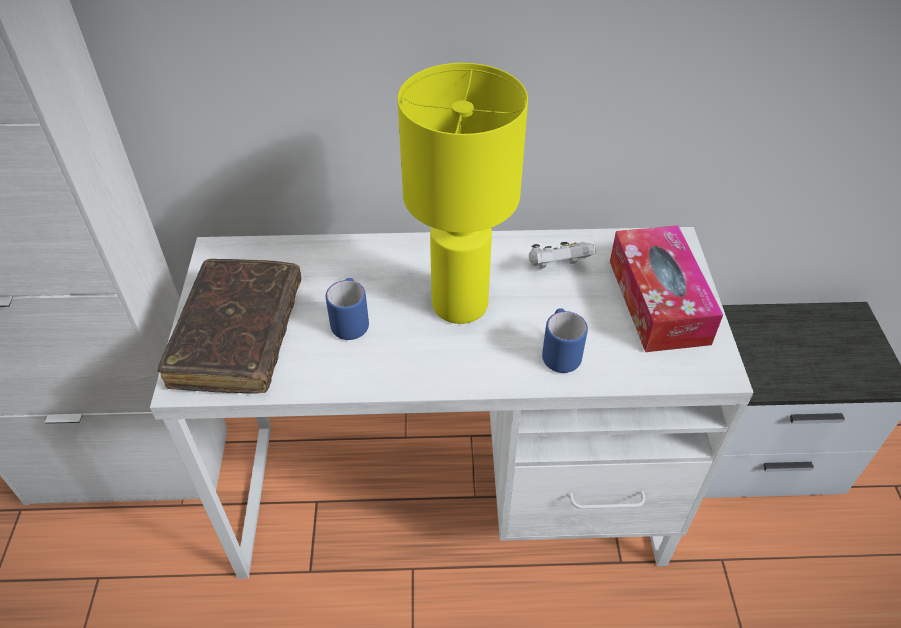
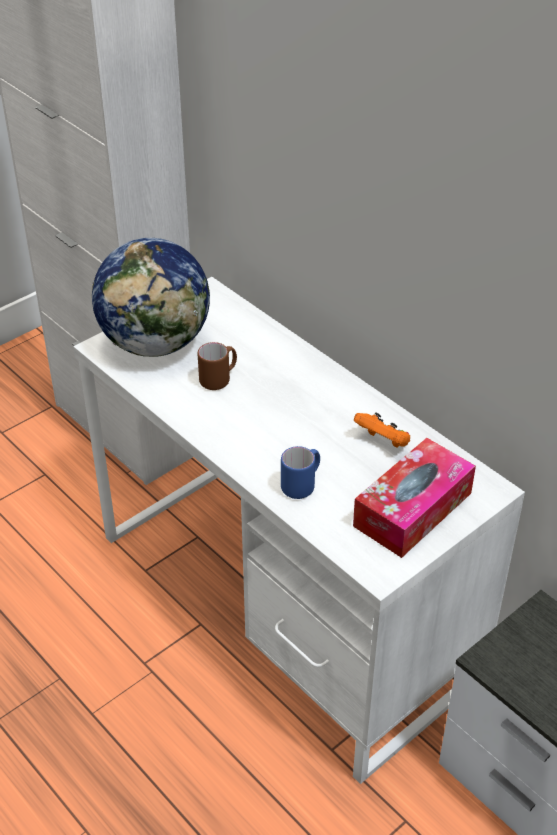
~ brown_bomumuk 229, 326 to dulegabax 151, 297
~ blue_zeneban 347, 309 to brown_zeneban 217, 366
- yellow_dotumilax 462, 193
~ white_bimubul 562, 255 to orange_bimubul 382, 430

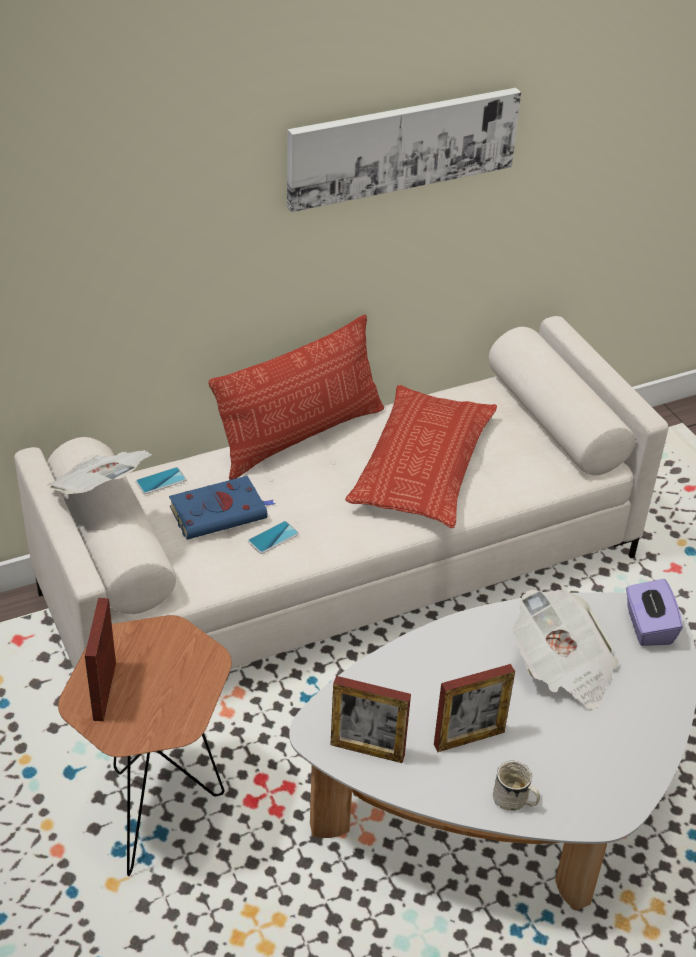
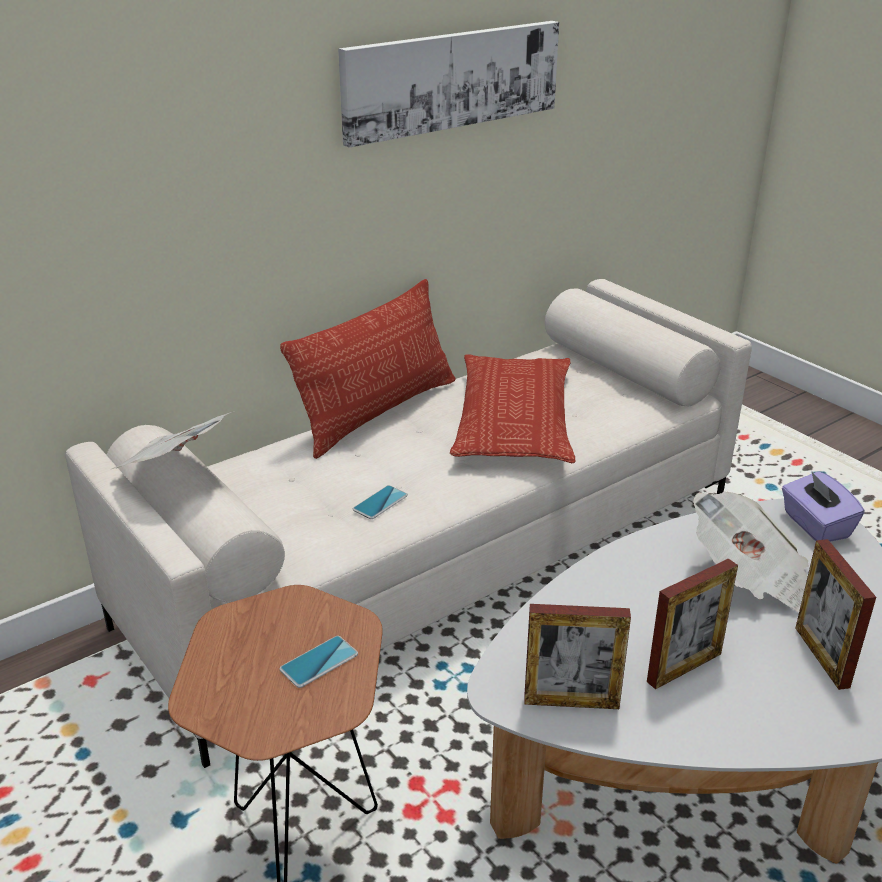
~ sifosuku 100, 659 to 835, 614
~ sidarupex 161, 480 to 319, 662
- blue_bomumuk 222, 508
- white_zeneban 516, 786

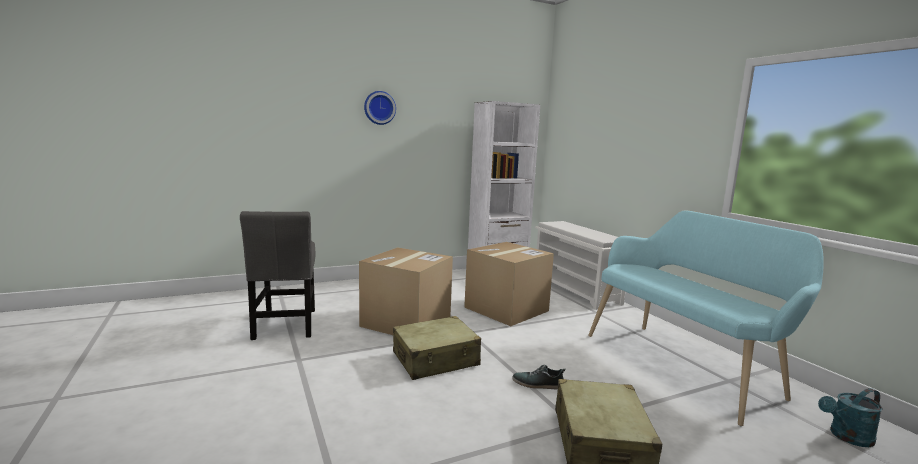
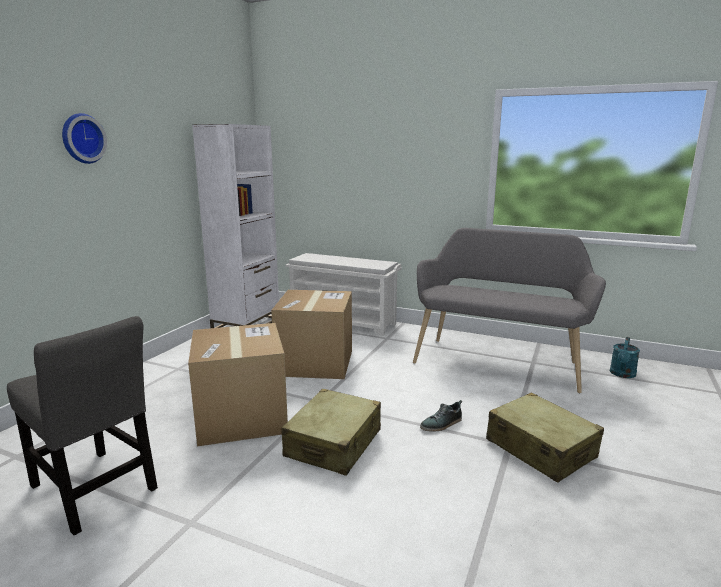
~ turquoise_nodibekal 706, 318 to grey_nodibekal 509, 310

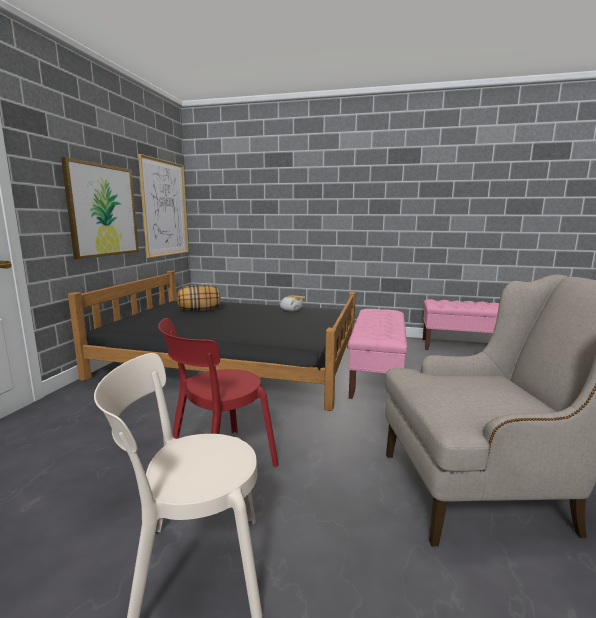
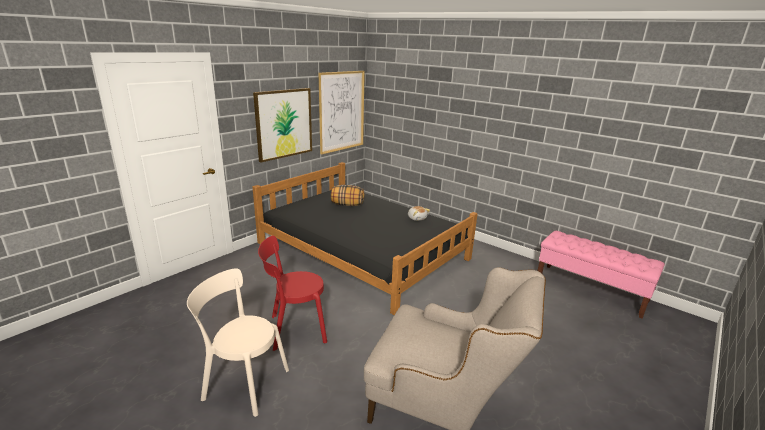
- pink_nodibekal 377, 354

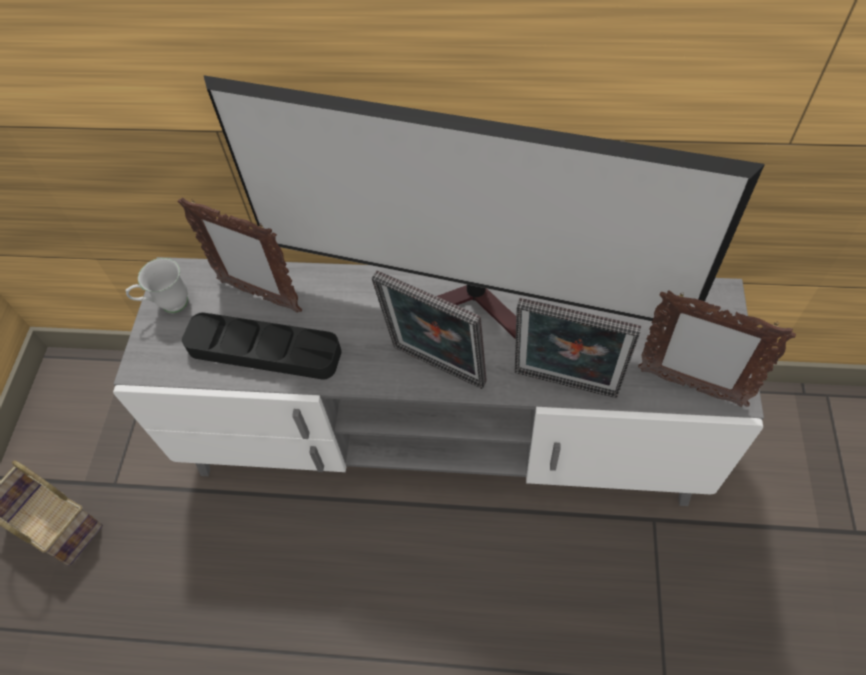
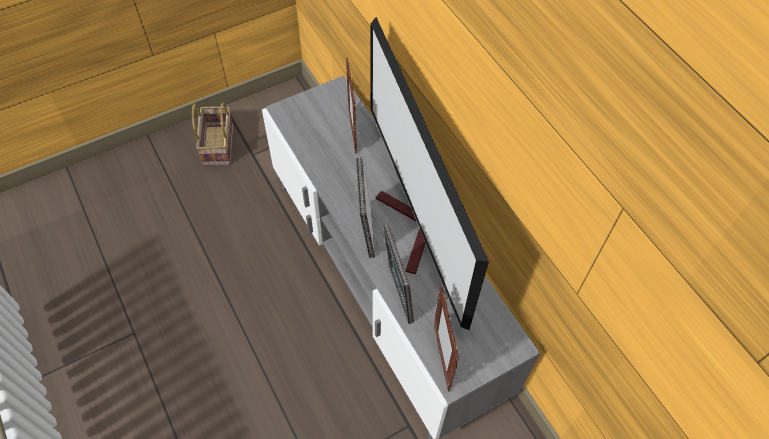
- white_zeneban 156, 285
- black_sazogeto 262, 346

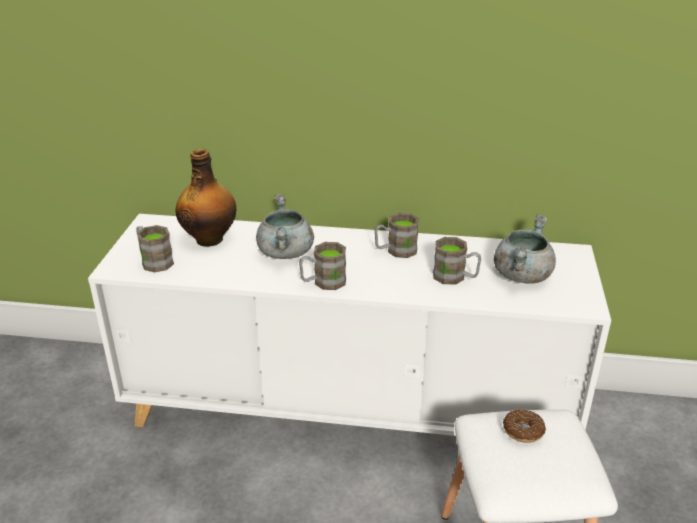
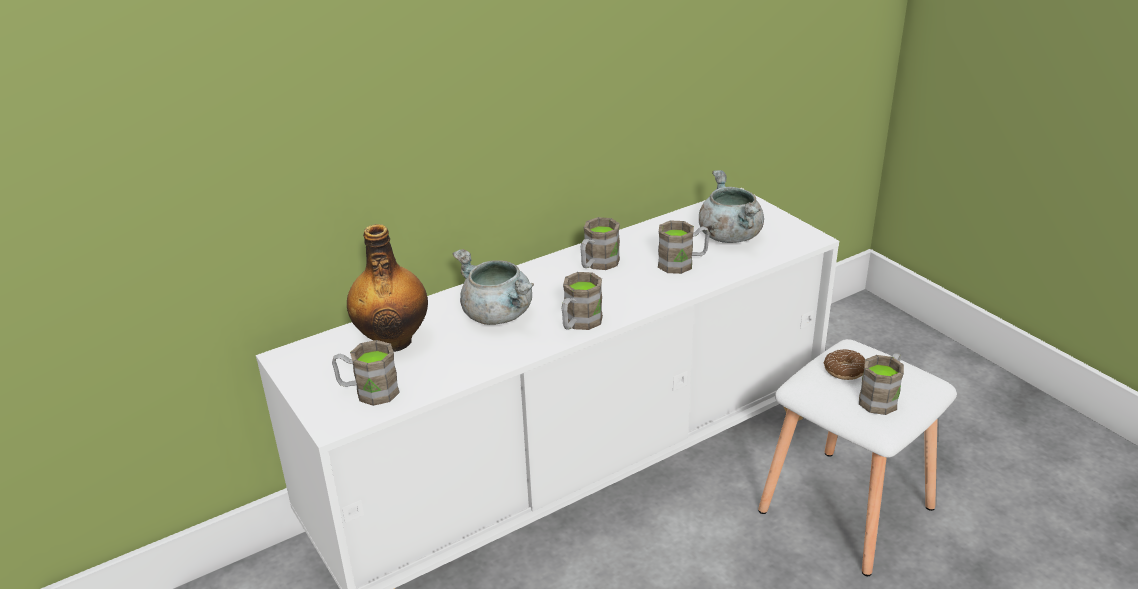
+ brown_zeneban 881, 384

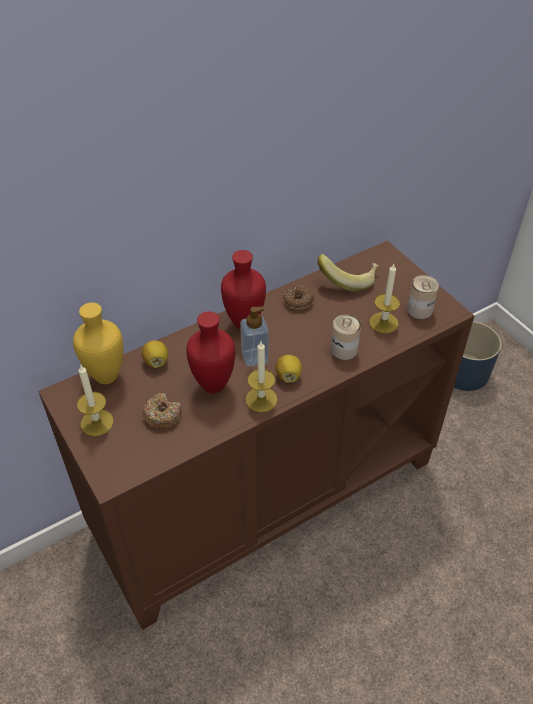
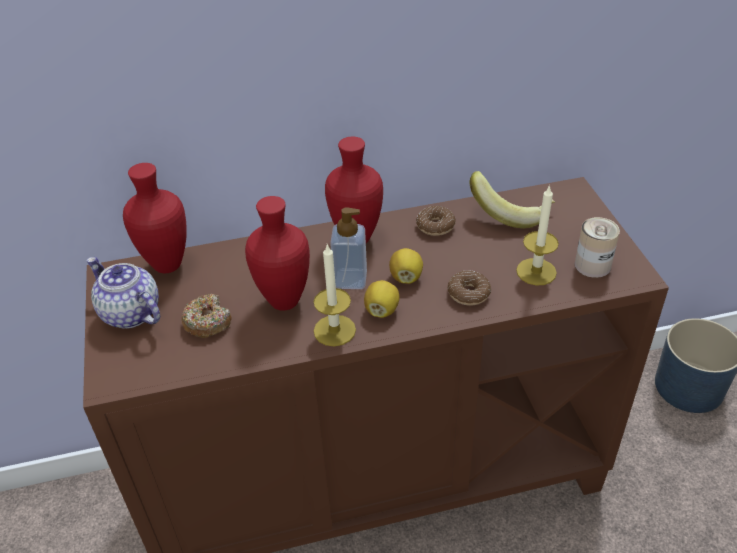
~ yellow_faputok 98, 343 to red_faputok 155, 218
~ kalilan 95, 400 to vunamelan 123, 293
~ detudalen 155, 354 to 406, 266
~ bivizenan 346, 337 to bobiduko 469, 288

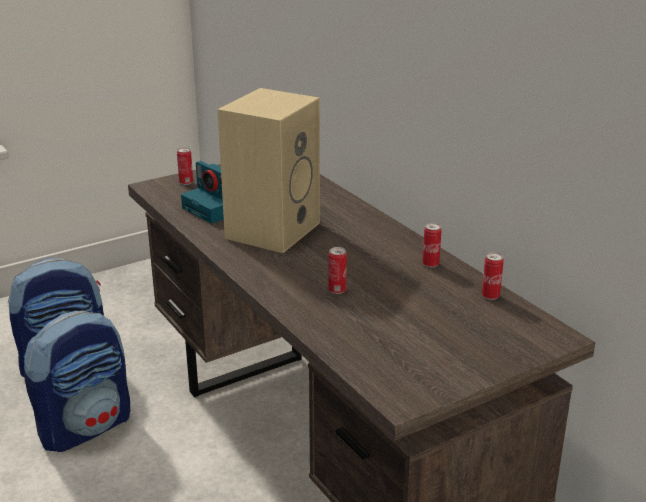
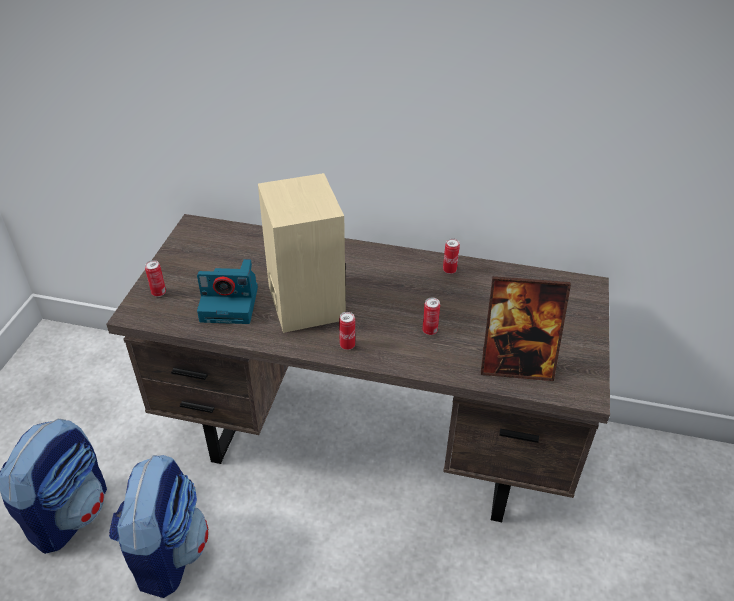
~ bivizenan 493, 276 to 347, 331
+ sifosuku 526, 328

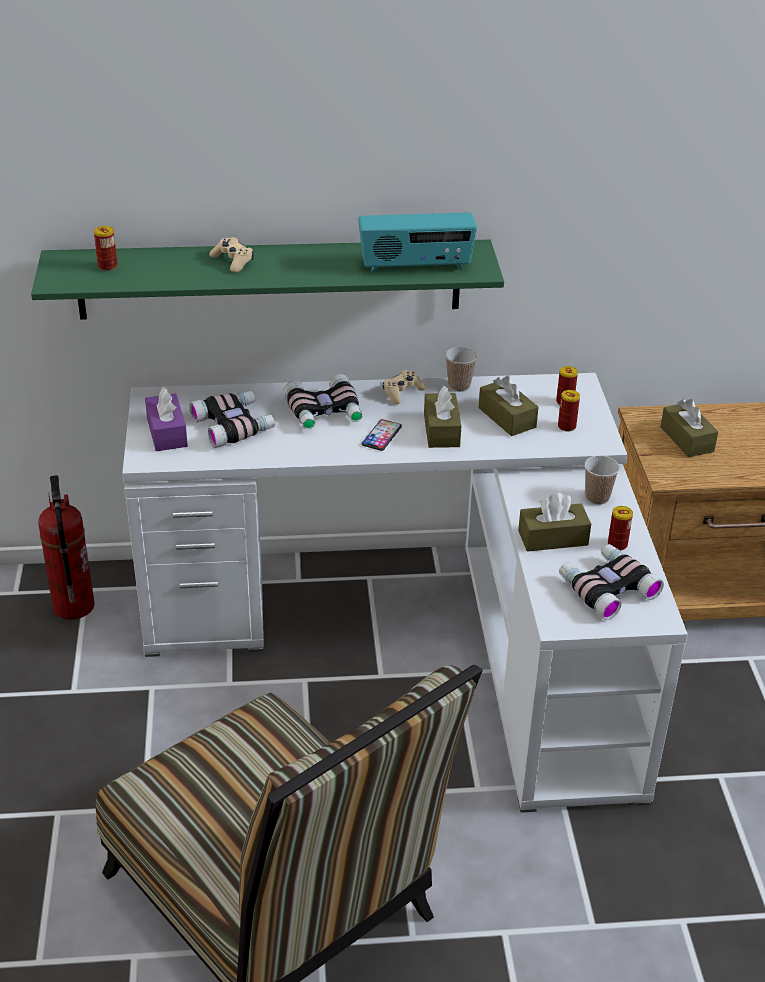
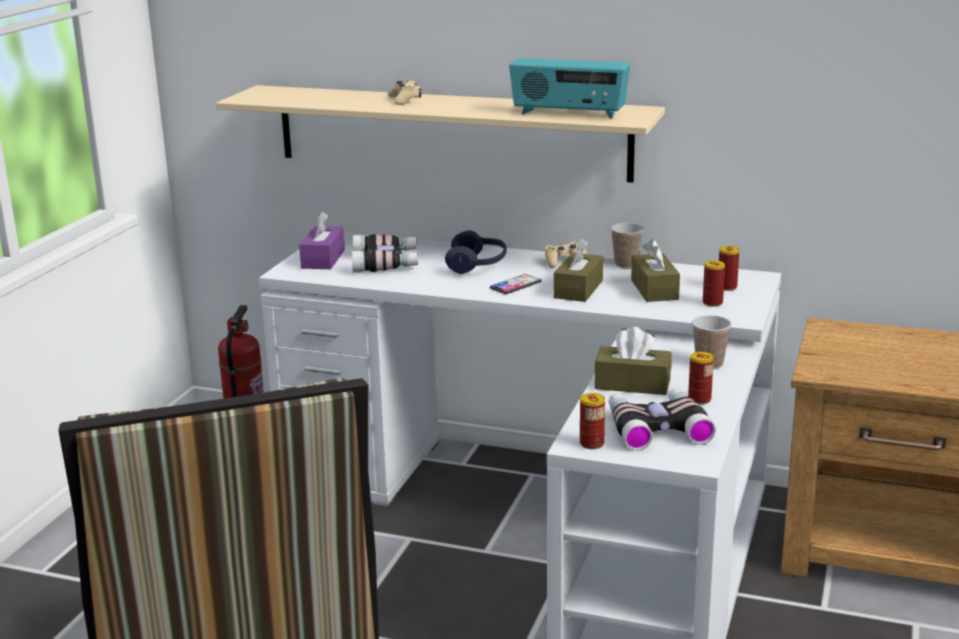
~ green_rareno 267, 280 to beige_rareno 440, 134
~ bivizenan 106, 248 to 592, 421
~ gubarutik 322, 401 to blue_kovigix 476, 252
- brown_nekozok 689, 428

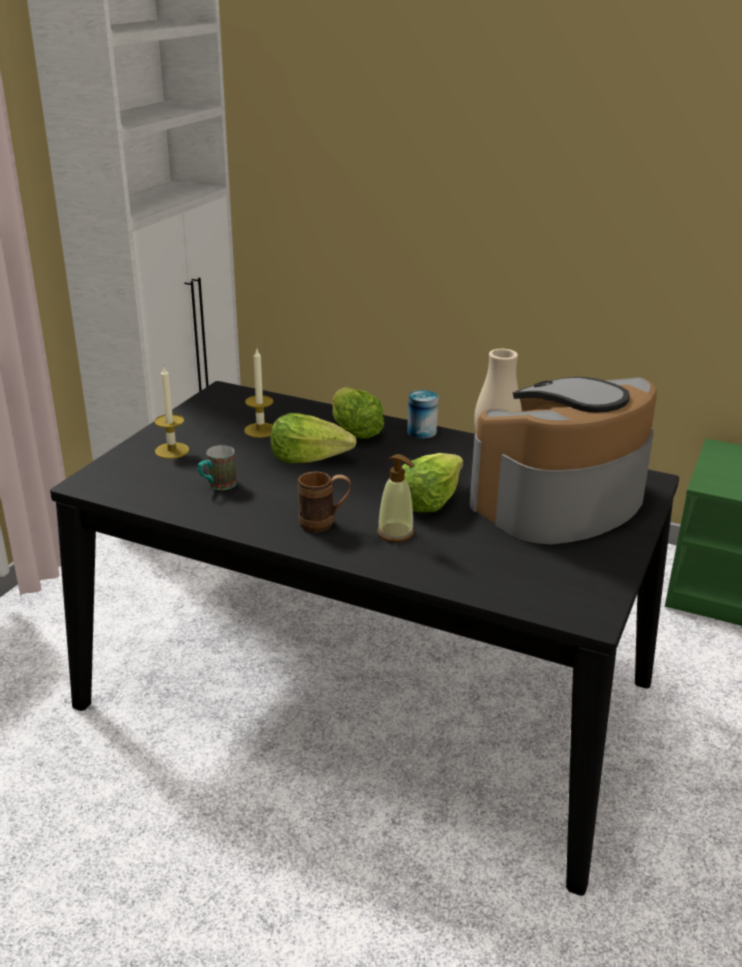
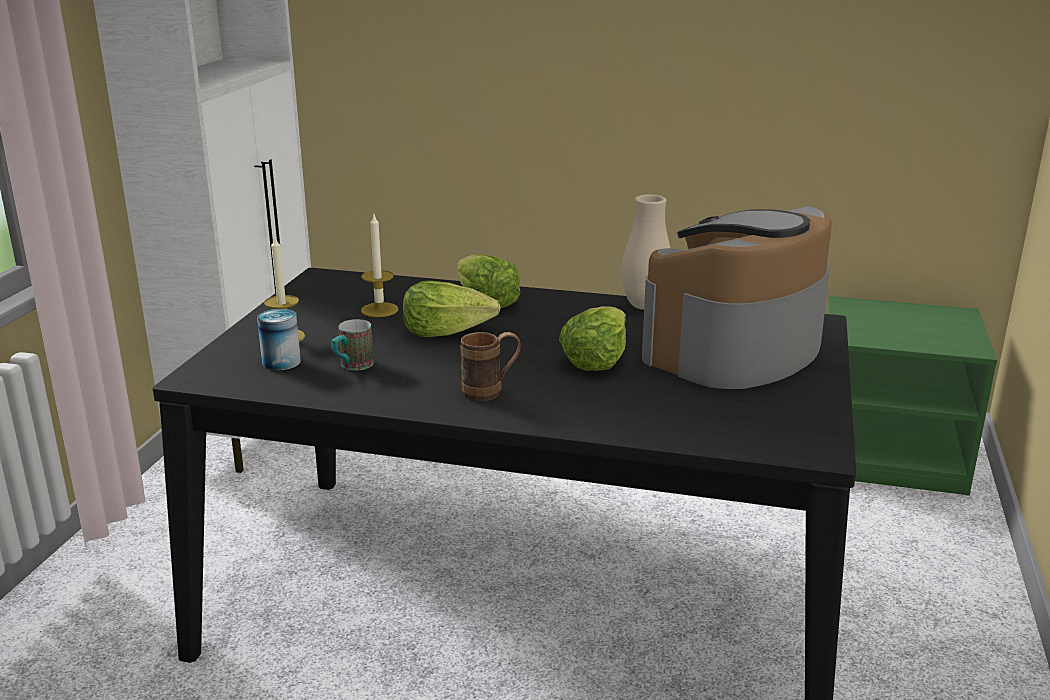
- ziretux 396, 498
~ bivizenan 422, 414 to 279, 340

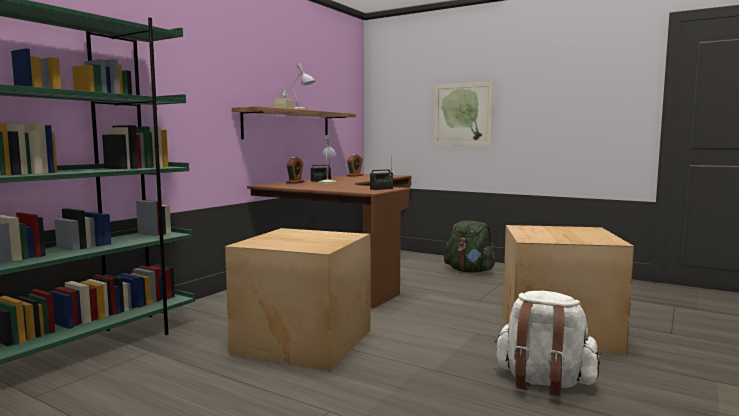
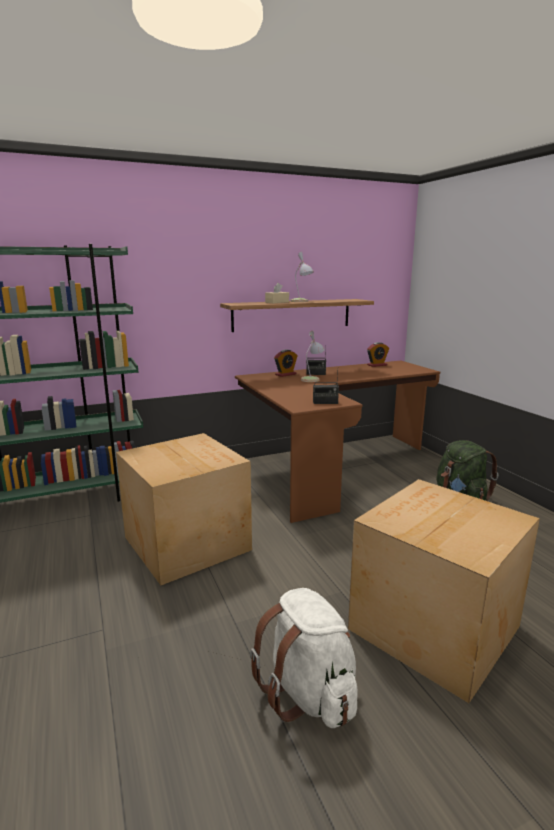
- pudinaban 463, 113

